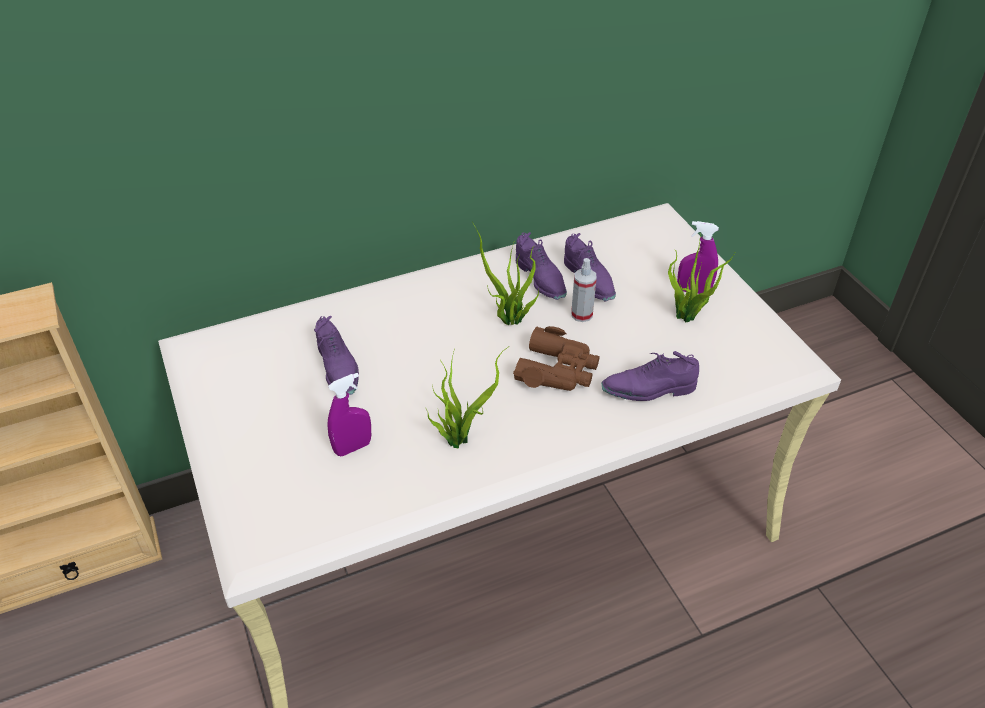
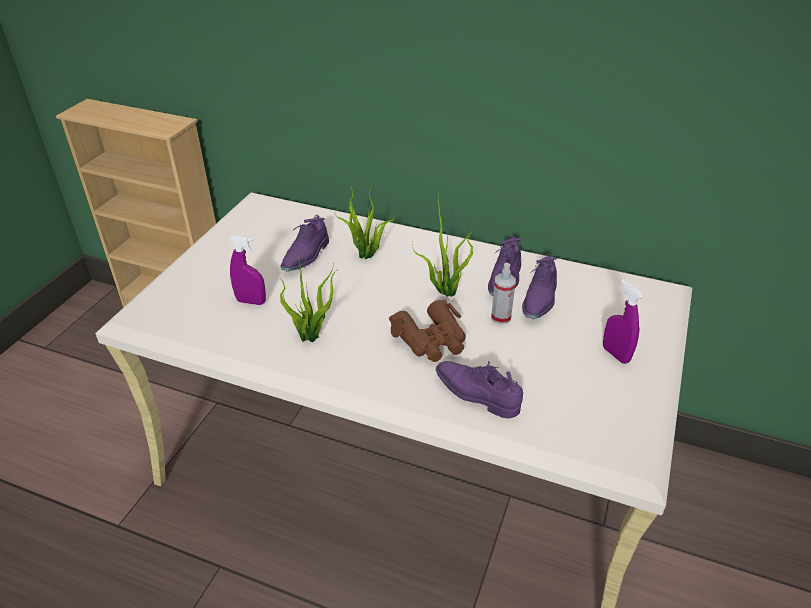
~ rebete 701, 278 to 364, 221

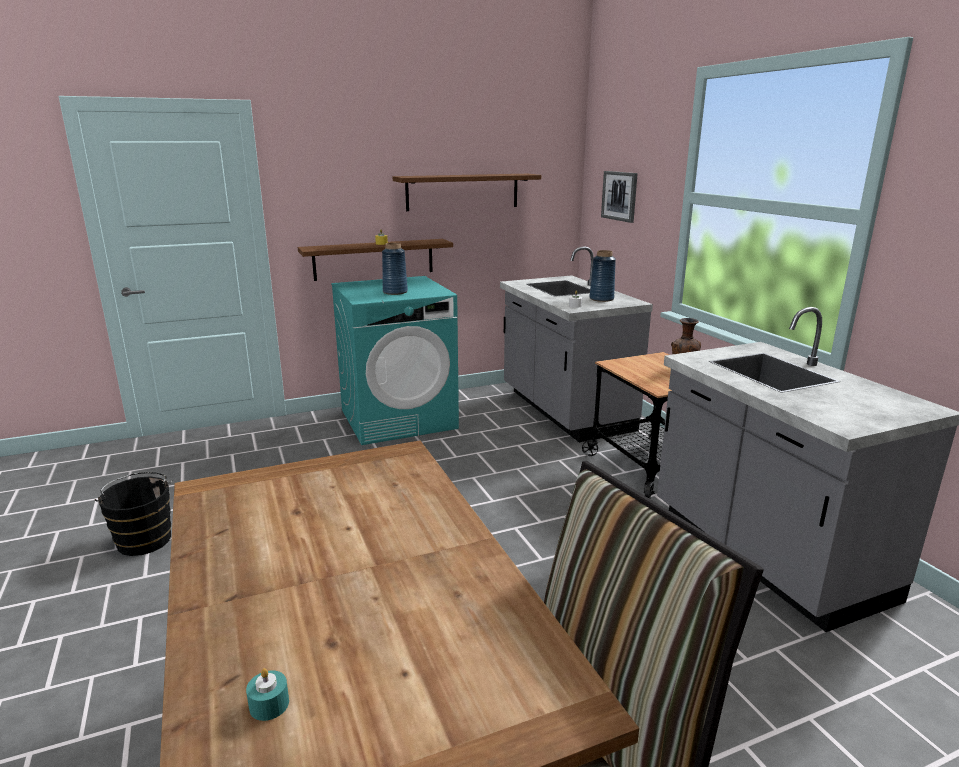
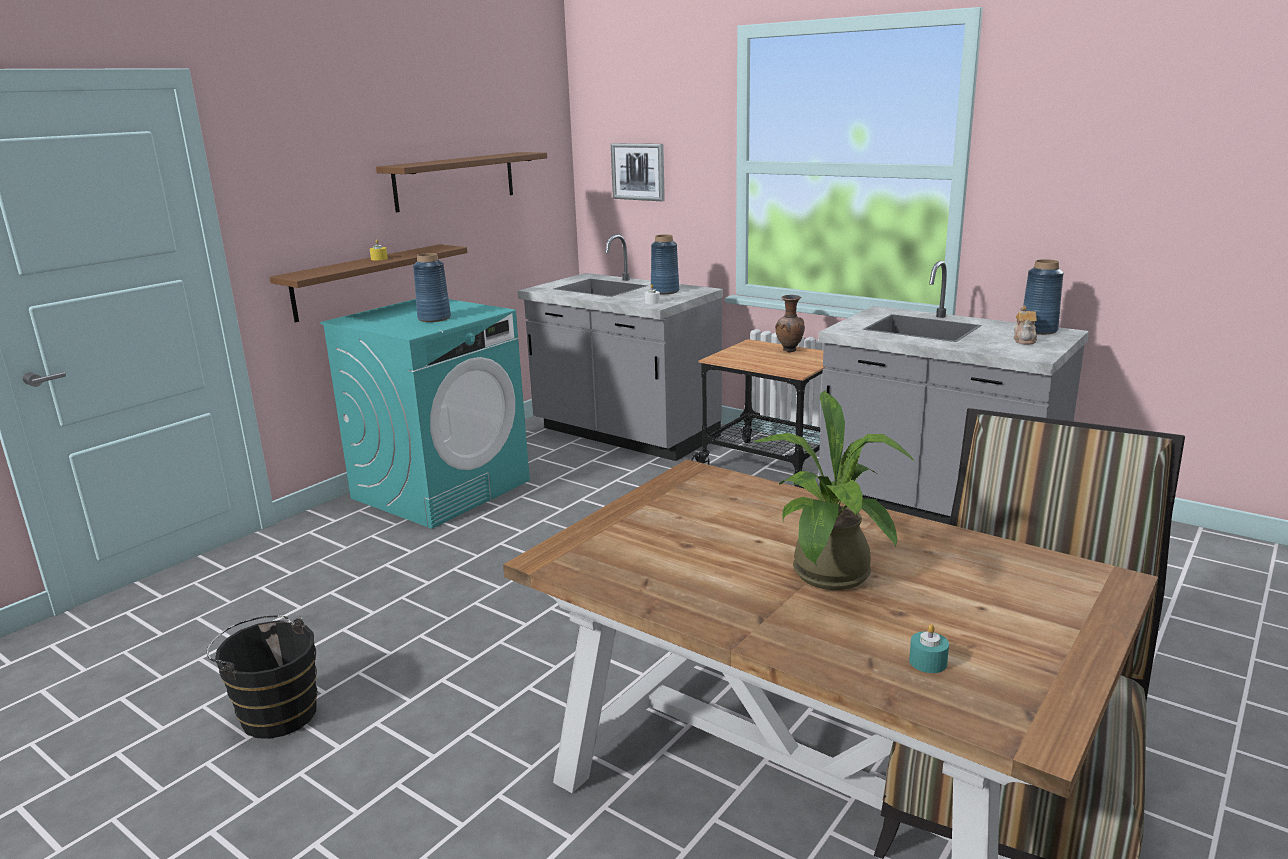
+ rebete 834, 490
+ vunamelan 1025, 325
+ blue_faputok 1043, 297

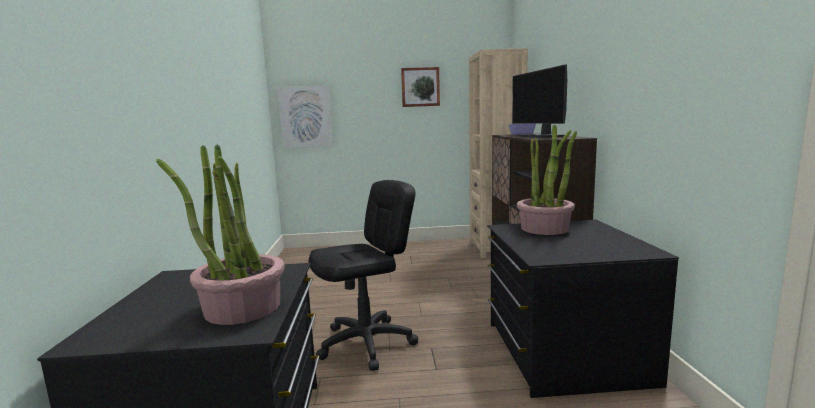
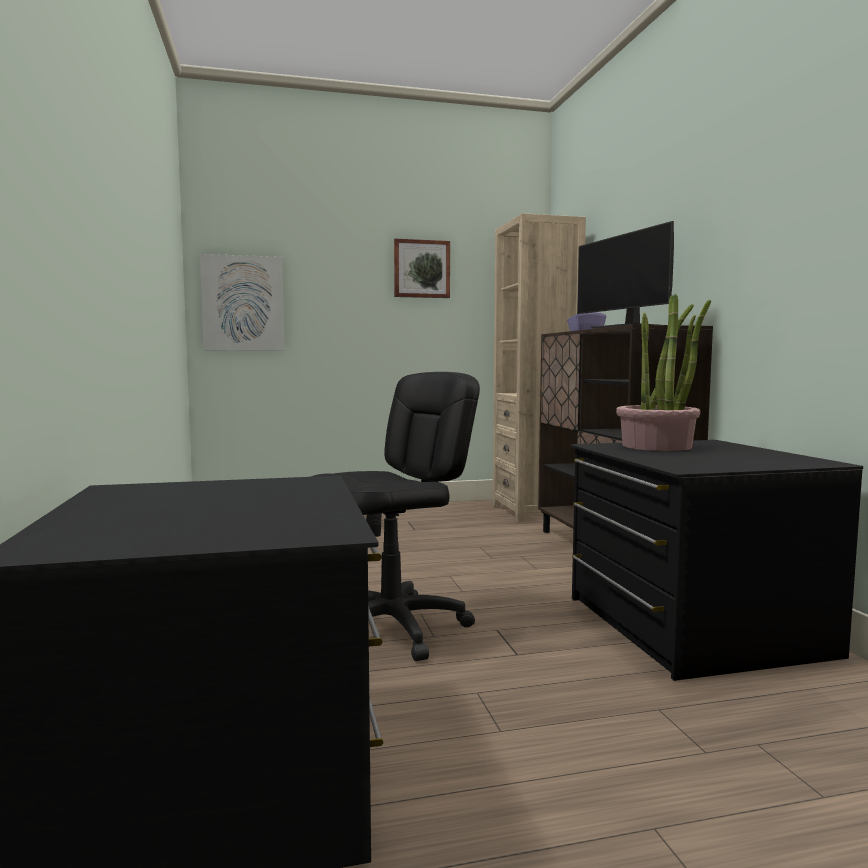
- rebete 220, 235

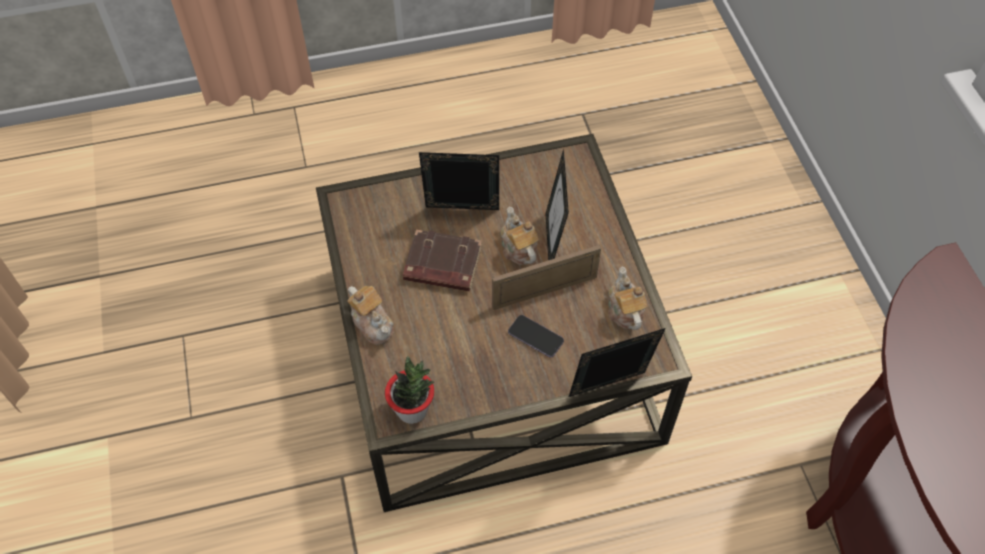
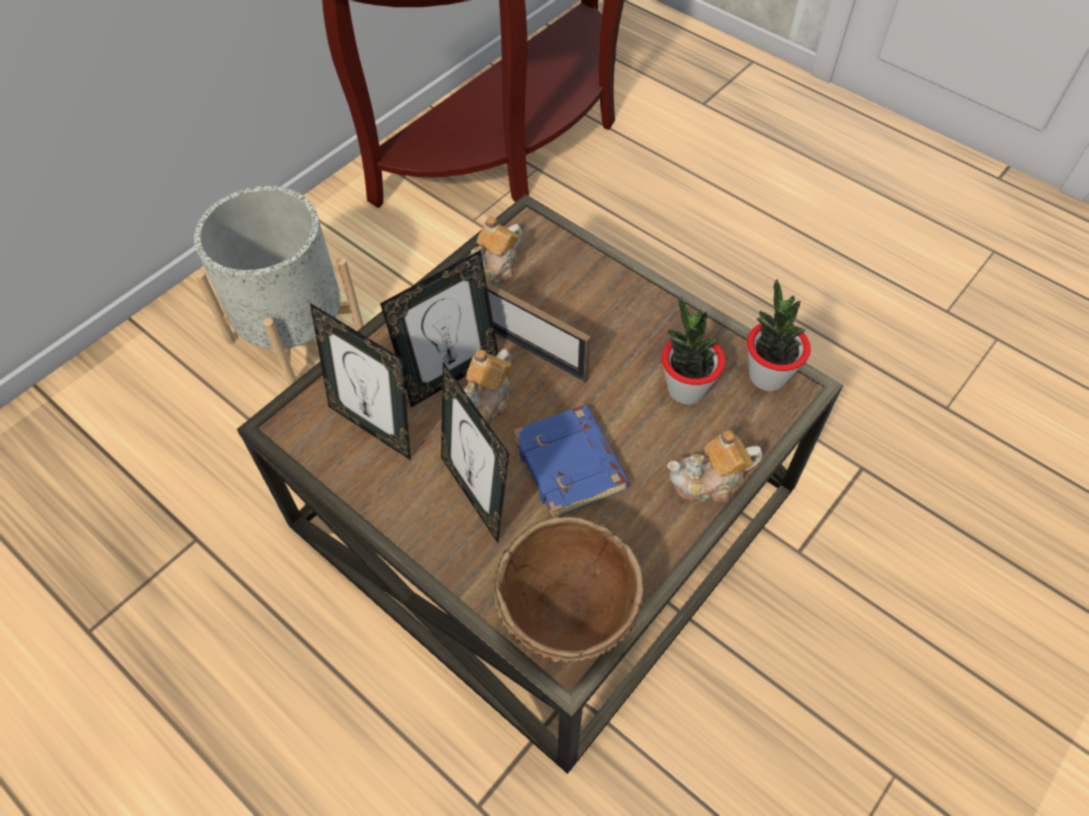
~ vunamelan 370, 315 = 714, 466 120 degrees counterclockwise
~ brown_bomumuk 442, 260 to blue_bomumuk 571, 461
- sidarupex 536, 336
~ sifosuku 617, 362 to 360, 381
+ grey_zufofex 279, 286
+ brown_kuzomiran 568, 590
+ rebete 693, 350

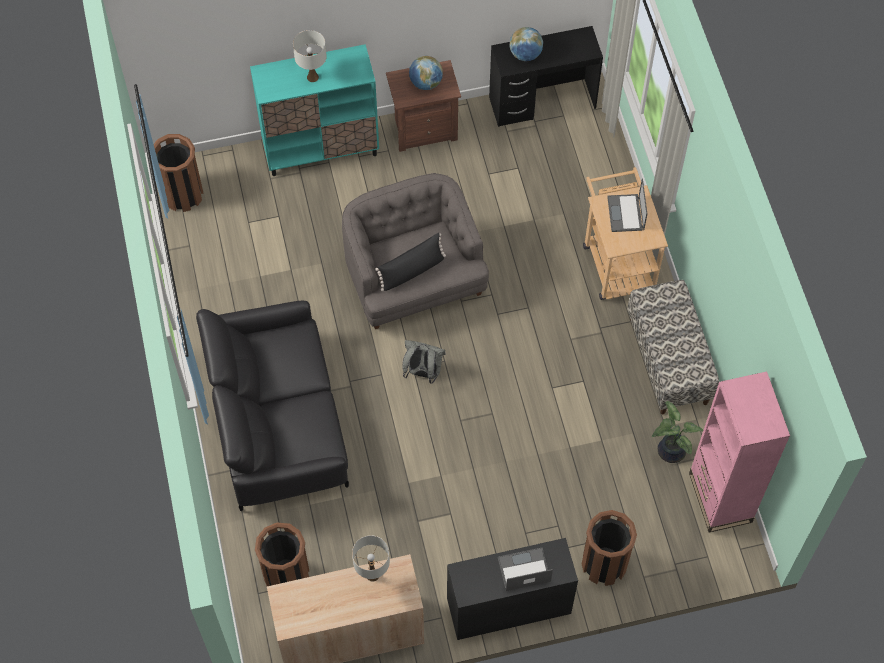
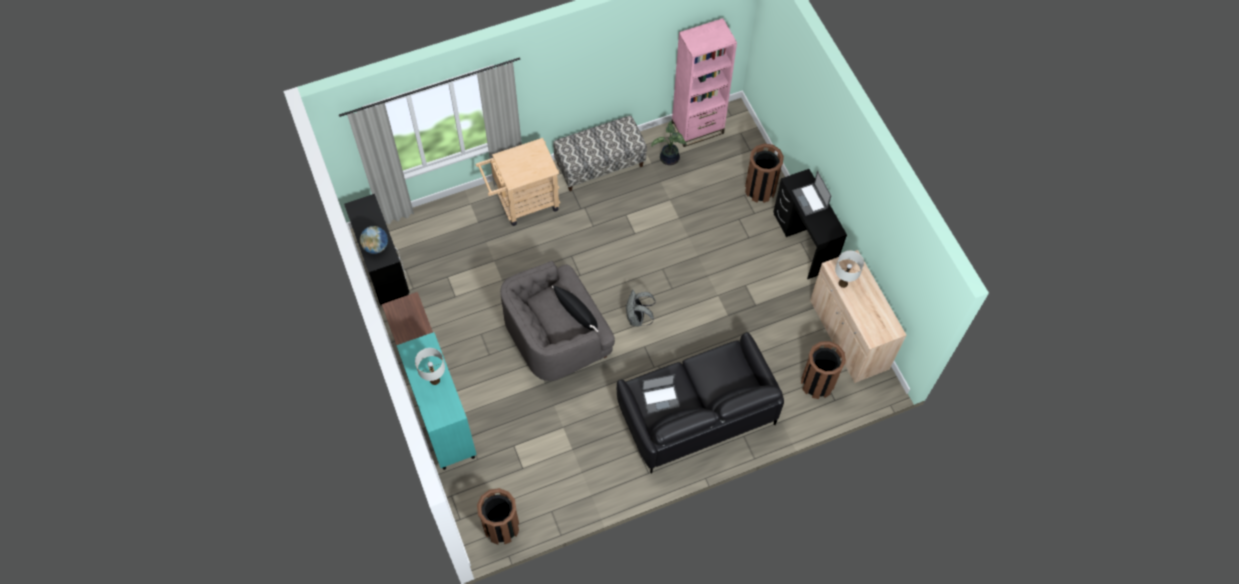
- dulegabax 426, 73
~ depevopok 627, 205 to 661, 394

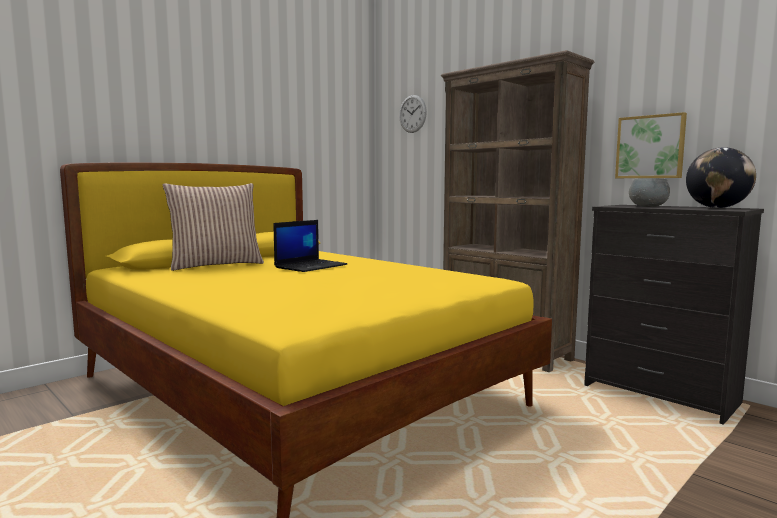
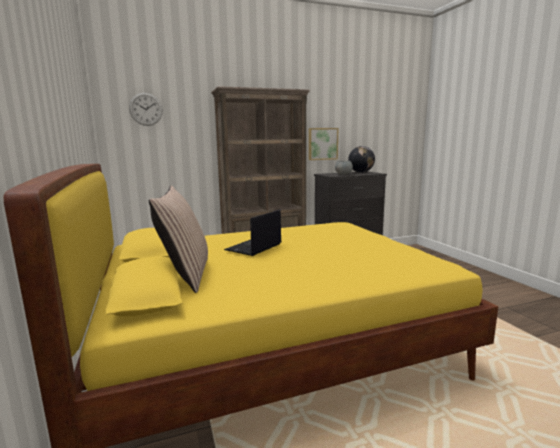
~ depevopok 310, 246 = 252, 233 120 degrees counterclockwise

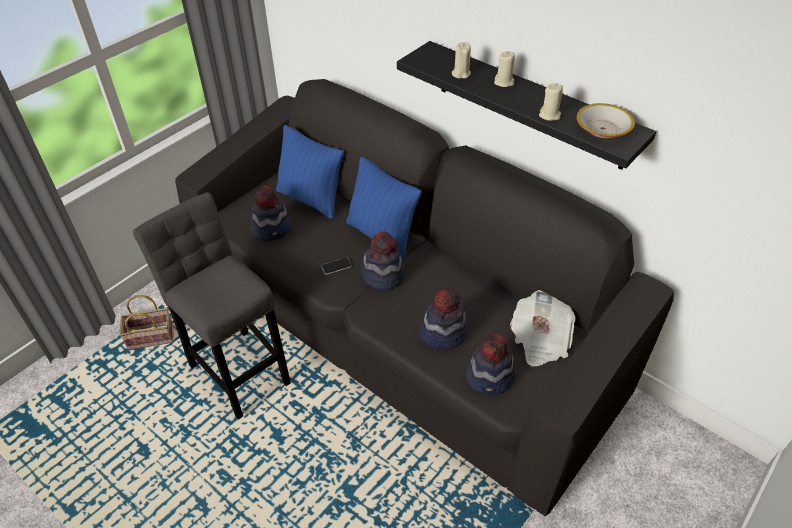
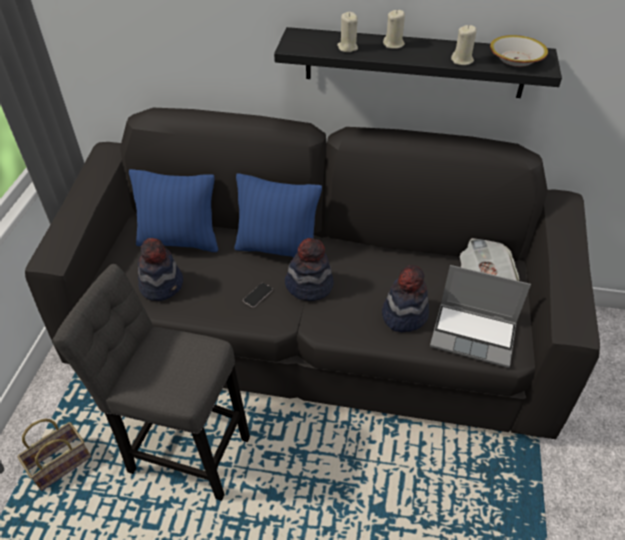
~ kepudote 490, 363 to depevopok 480, 316

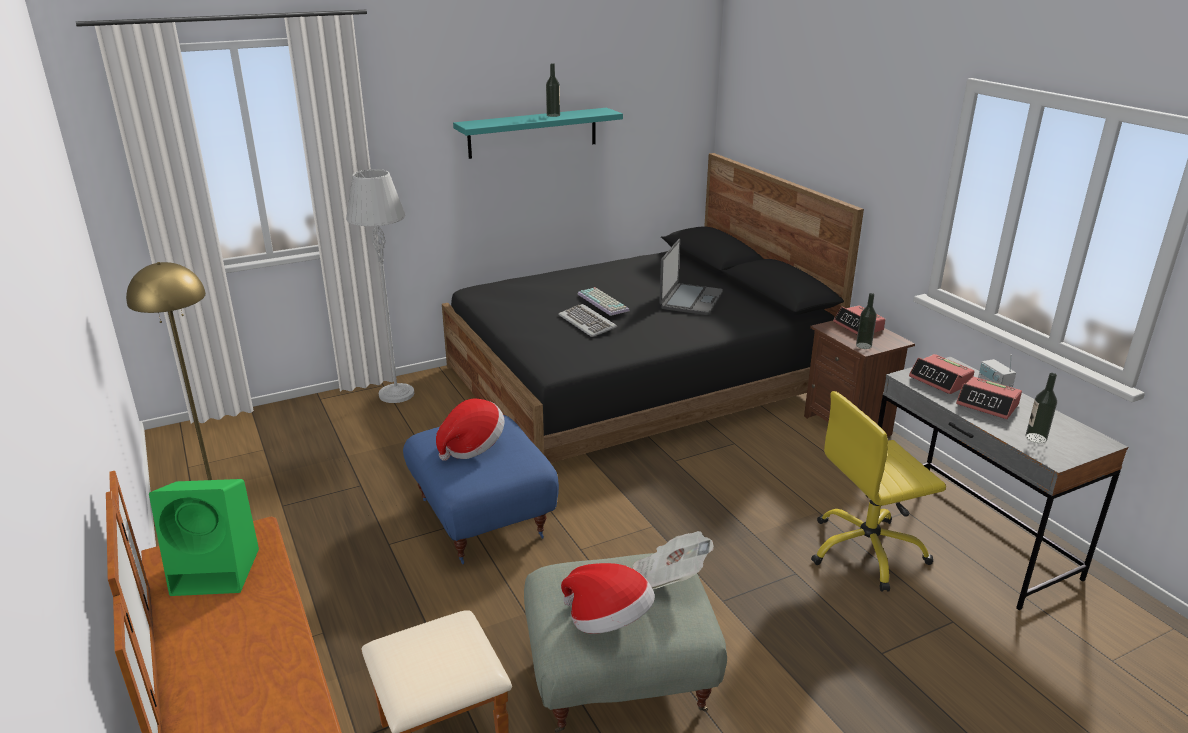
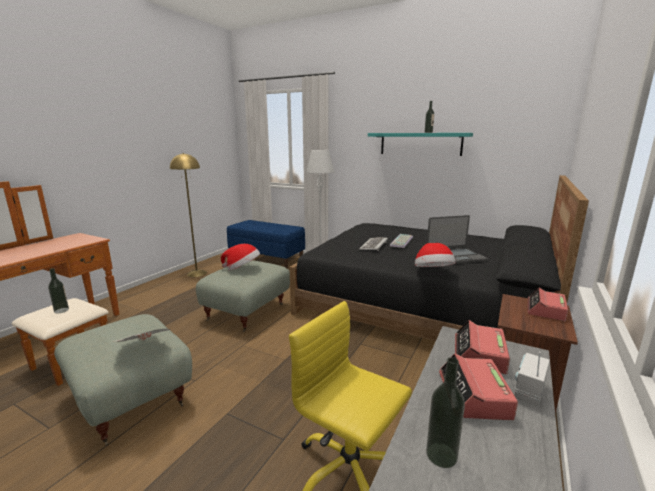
- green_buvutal 204, 537
~ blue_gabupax 481, 489 to grey_gabupax 243, 296
~ kepudote 608, 598 to 435, 255
~ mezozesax 866, 321 to 58, 290
+ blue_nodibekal 266, 244

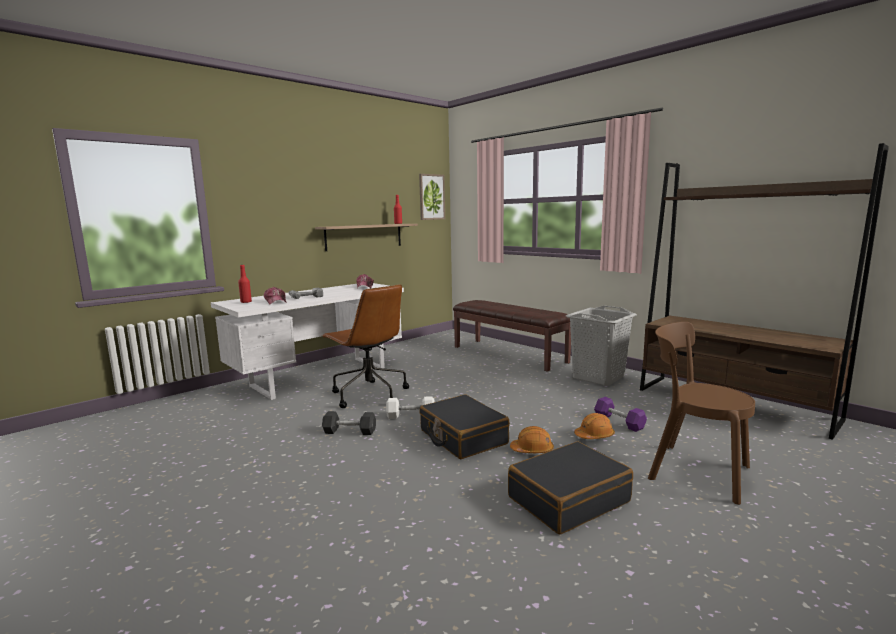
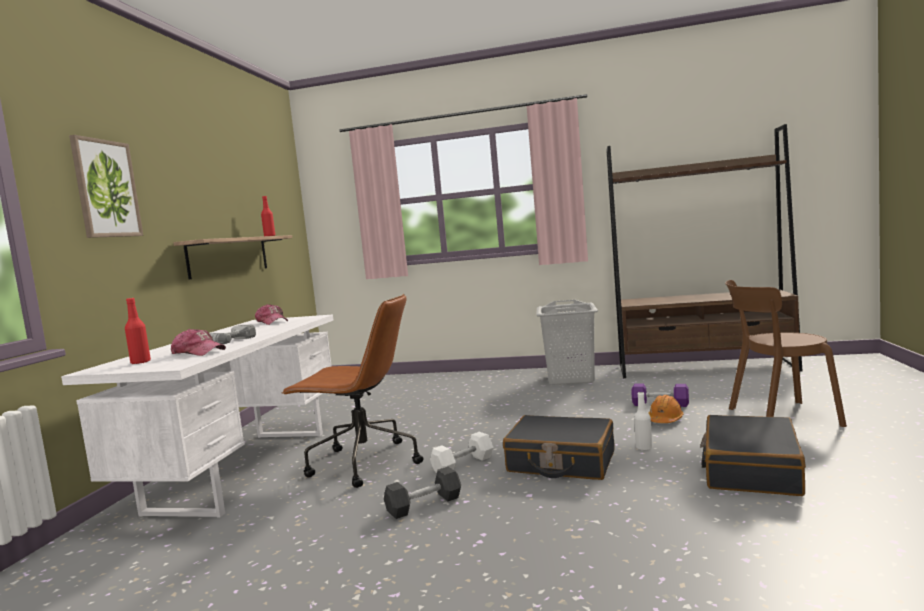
~ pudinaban 432, 197 to 106, 186
- brown_nodibekal 512, 336
~ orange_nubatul 532, 439 to white_mezozesax 643, 421

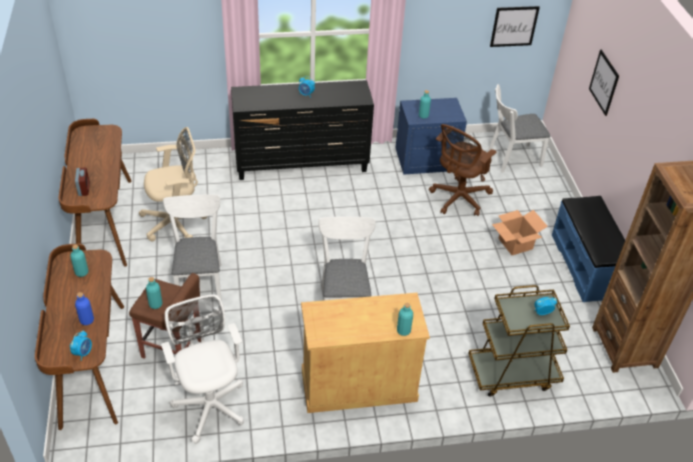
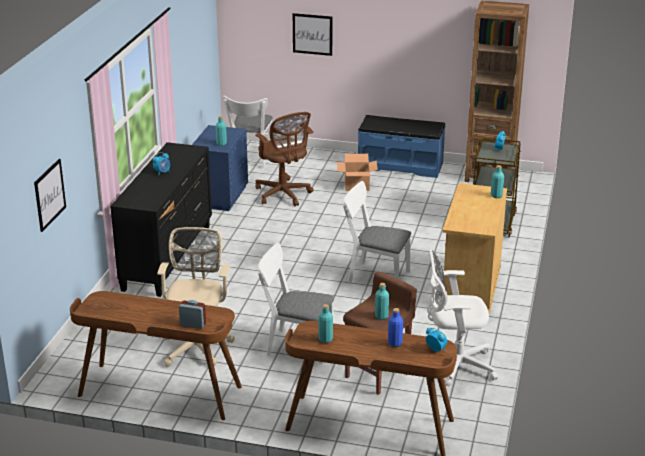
~ pudinaban 515, 26 to 50, 195

